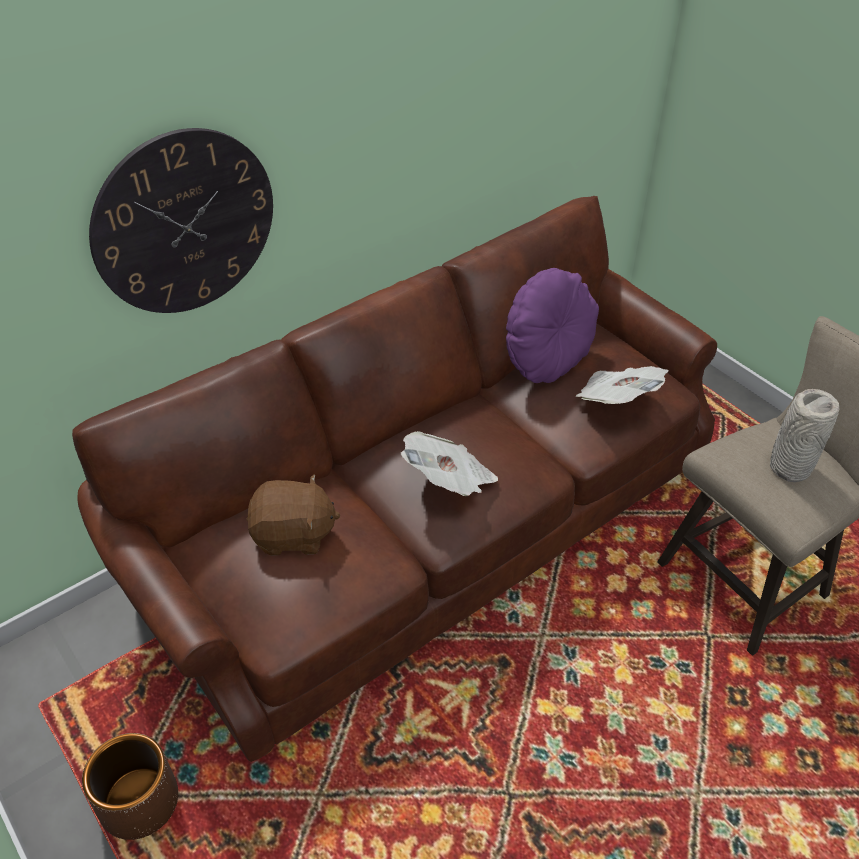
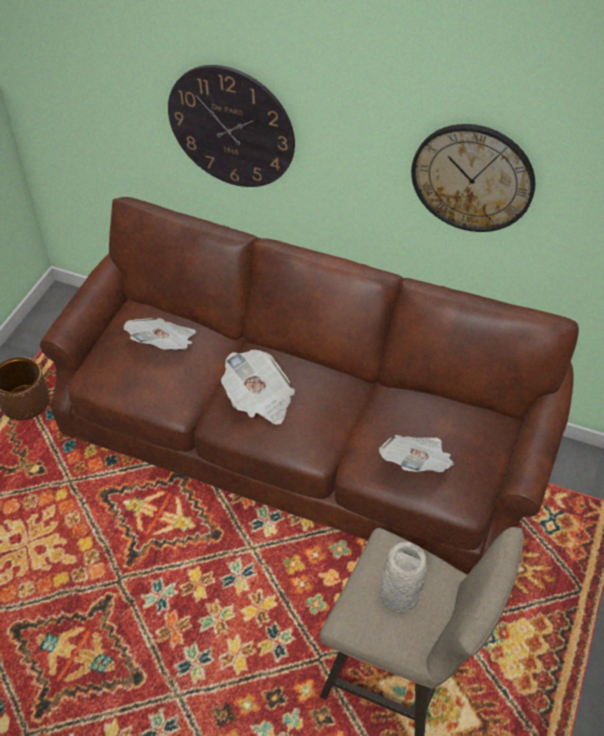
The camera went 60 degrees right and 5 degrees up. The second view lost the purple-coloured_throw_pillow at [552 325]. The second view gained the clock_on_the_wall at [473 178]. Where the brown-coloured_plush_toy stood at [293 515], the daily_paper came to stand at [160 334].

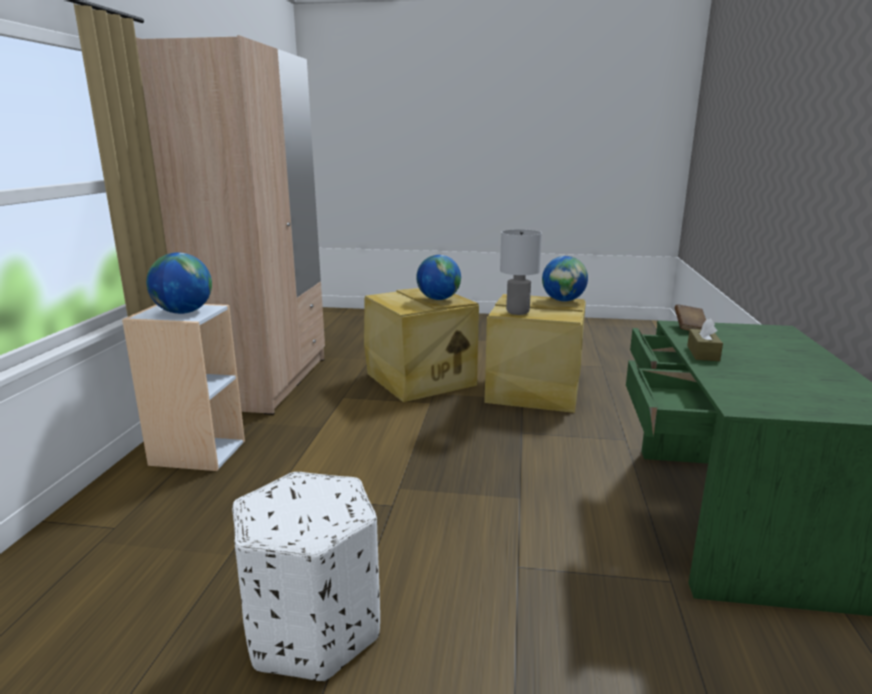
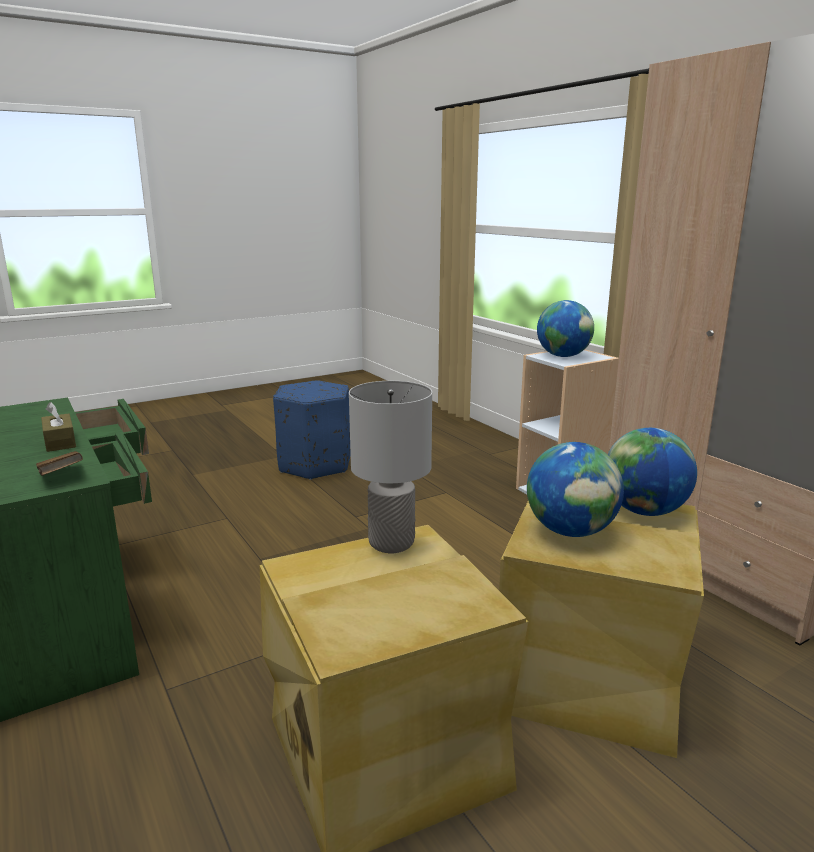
The camera went 140 degrees right and 0 degrees up. The world_globe ended up elsewhere, having gone from [565 278] to [652 472]. What was the whitish_footrest at [306 576] turned into the blue-coloured_footrest at [312 430].

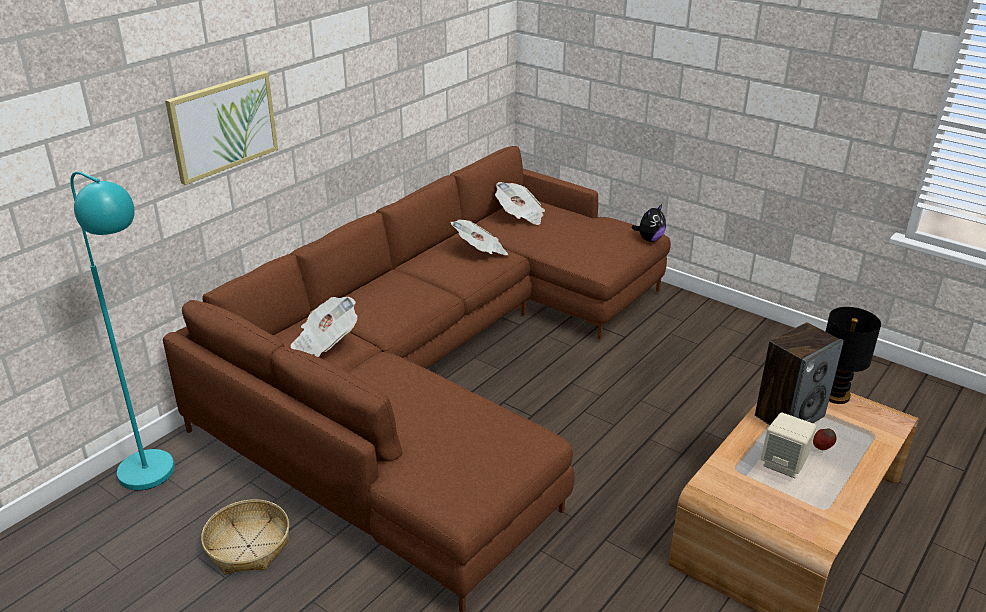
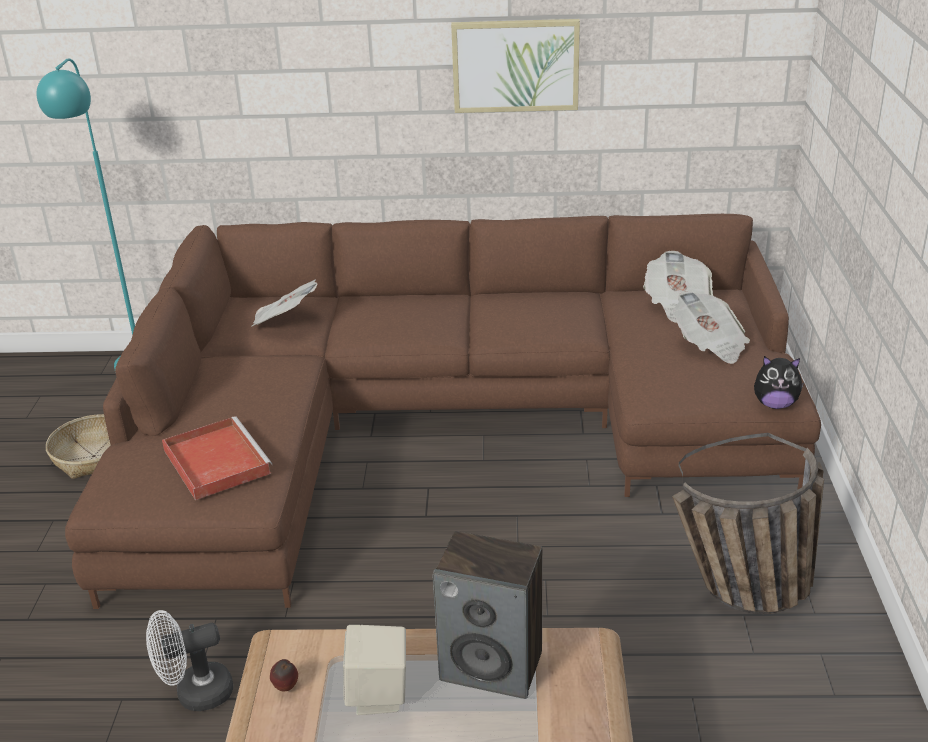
The camera went 55 degrees right and 0 degrees up. The second view lost the blackish_tabletop_lamp at [853 355]. The second view gained the whitish_cooling_fan at [189 660]. The second view gained the reddish_carrying_tray at [217 458]. The second view gained the basket at [748 523]. The picture ended up elsewhere, having gone from [221 128] to [515 66]. The daily_paper ended up elsewhere, having gone from [480 237] to [711 327]. The whole_apple ended up elsewhere, having gone from [824 439] to [284 675].

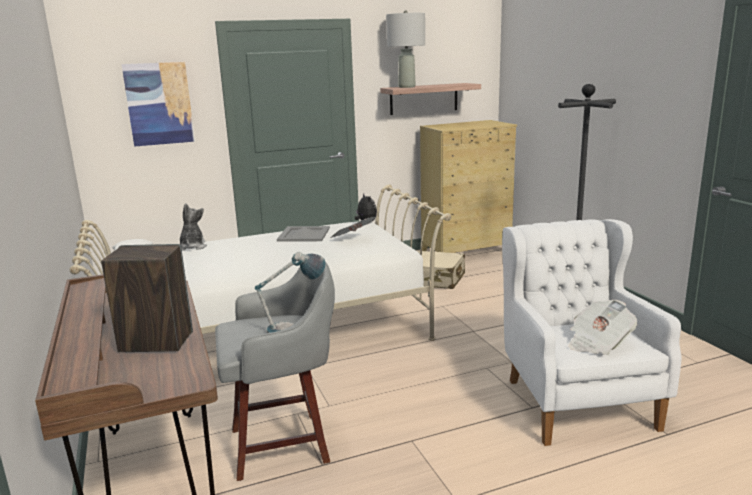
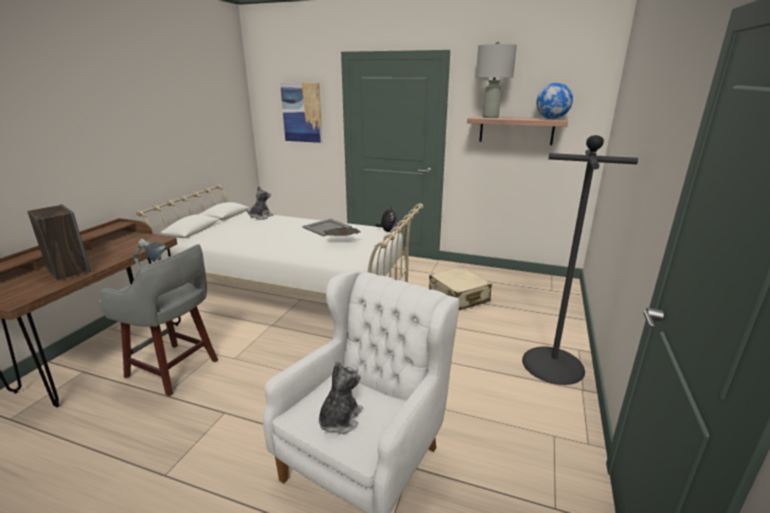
The camera went 40 degrees right and 5 degrees up. The second view lost the beige_chest_of_drawers at [468 186]. The second view gained the world_globe at [554 101]. Where the daily_paper stood at [602 327], the plush_toy came to stand at [341 397].

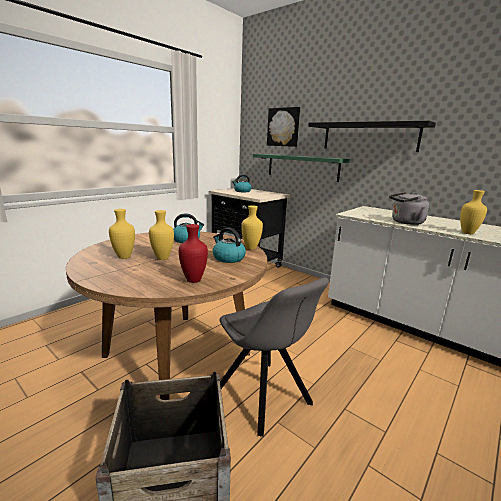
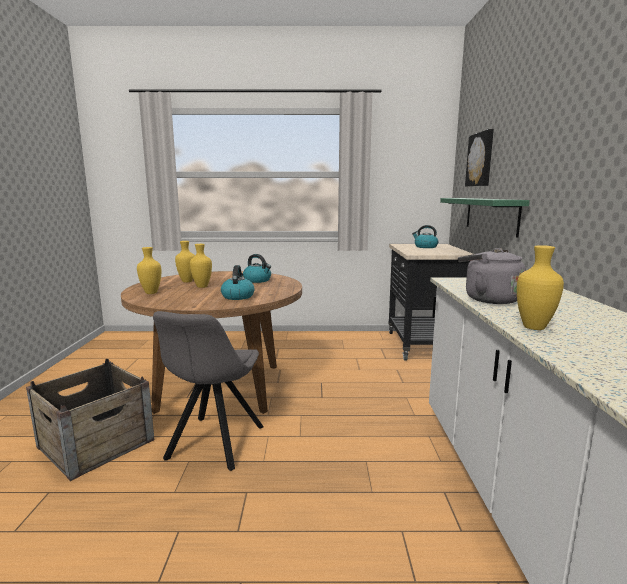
The camera went 50 degrees right and 5 degrees down. The second view lost the reddish_flower_vase at [193 253]. The second view lost the blackish_wall_shelf at [372 136]. The yellowish_flower_vase ended up elsewhere, having gone from [252 227] to [149 270].

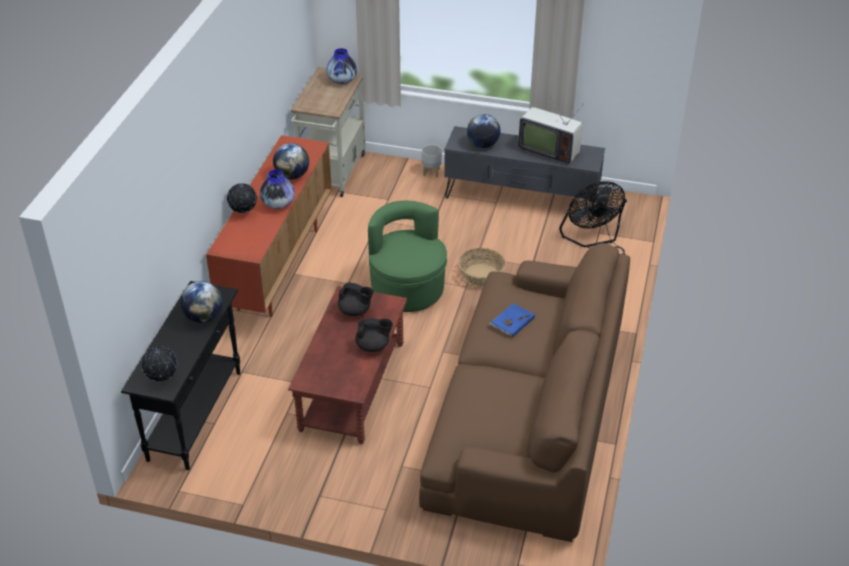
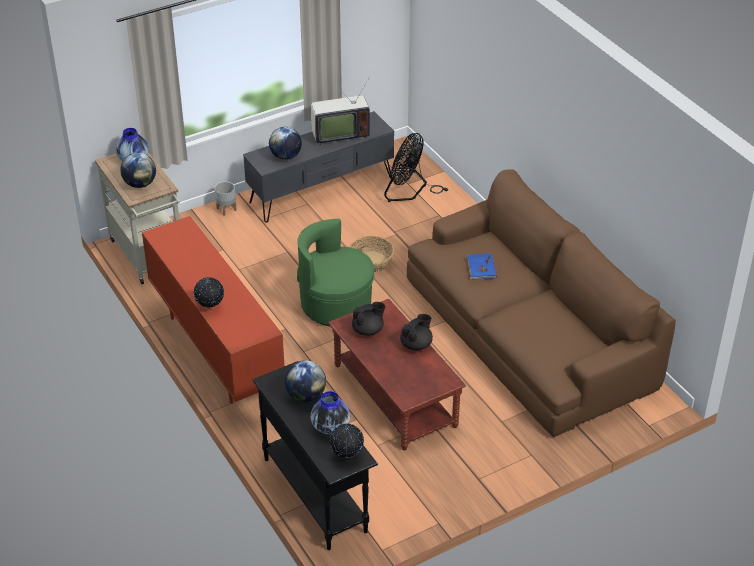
The camera went 45 degrees left and 0 degrees up. The flower_vase ended up elsewhere, having gone from [277 189] to [330 412]. The world_globe ended up elsewhere, having gone from [291 161] to [138 170].

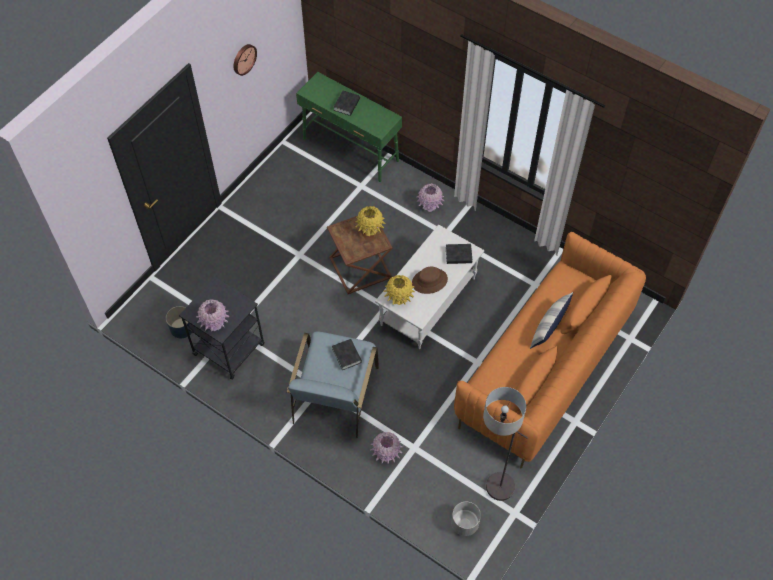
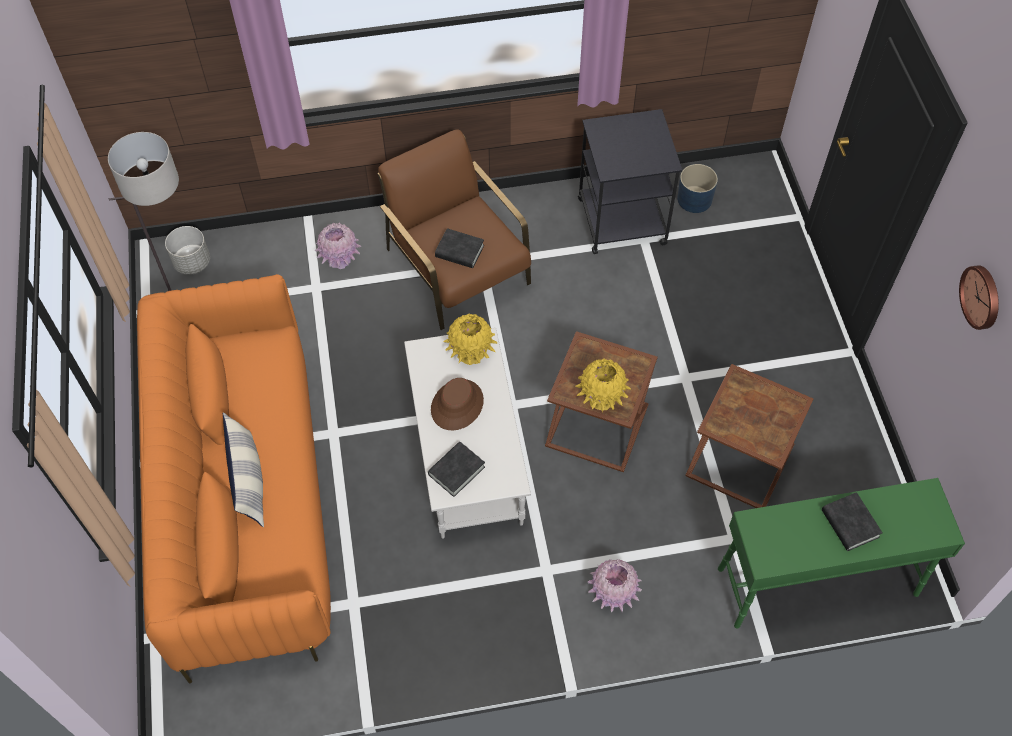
The camera went 135 degrees right and 0 degrees up. The second view lost the pink-coloured_flower_vase at [213 315]. The second view gained the brown-coloured_accent_table at [749 436]. What was the blue-coloured_lounge_chair at [333 384] turned into the brown-coloured_lounge_chair at [454 230].

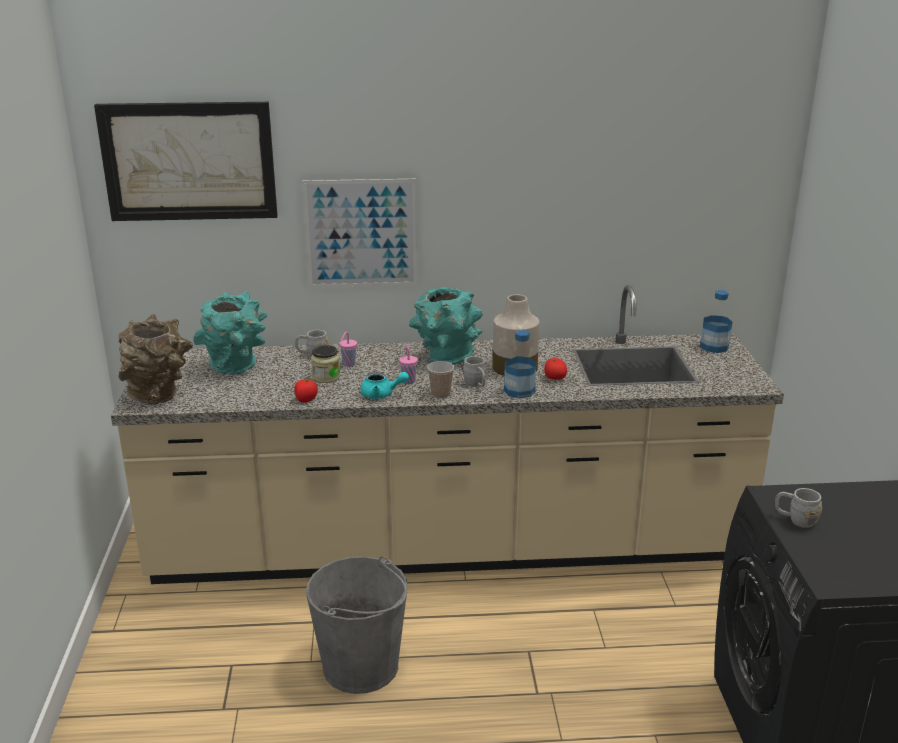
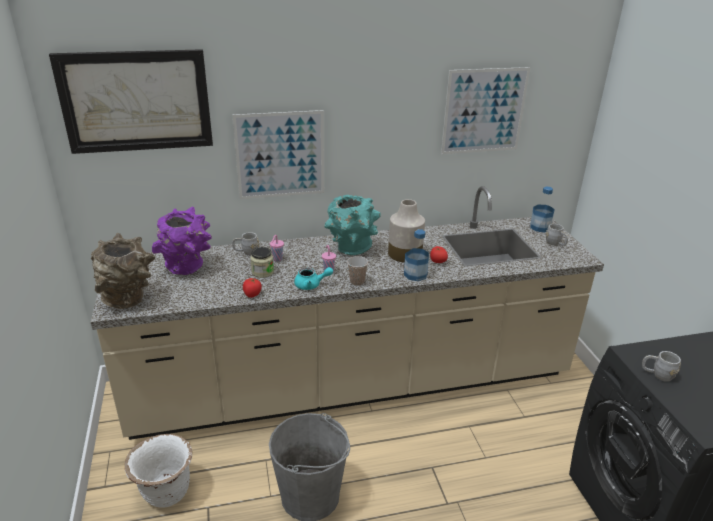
The camera went 10 degrees left and 5 degrees up. The second view gained the whitish_planter at [158 471]. The second view gained the picture at [485 110]. The gray_mug ended up elsewhere, having gone from [474 371] to [557 235]. What was the blue-green_flower_vase at [230 333] turned into the purple-coloured_flower_vase at [182 241].

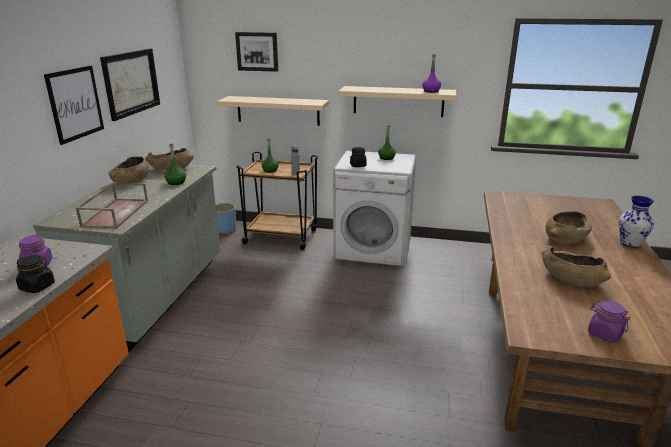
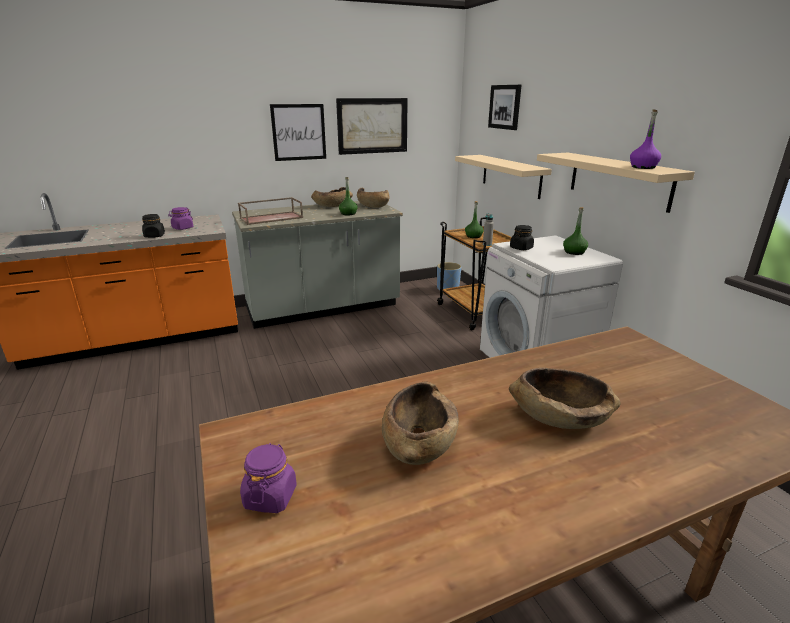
The camera went 55 degrees right and 0 degrees up. The second view lost the flower_vase at [636 222].

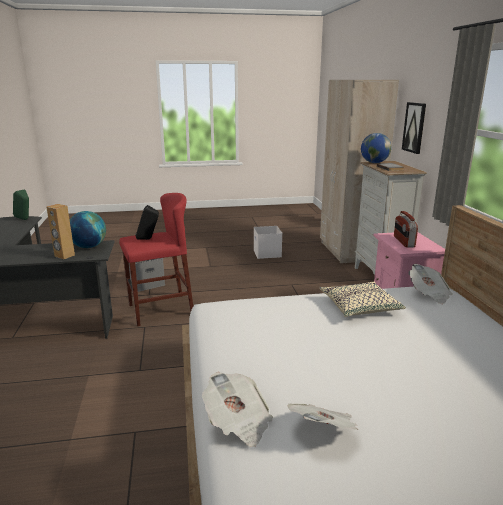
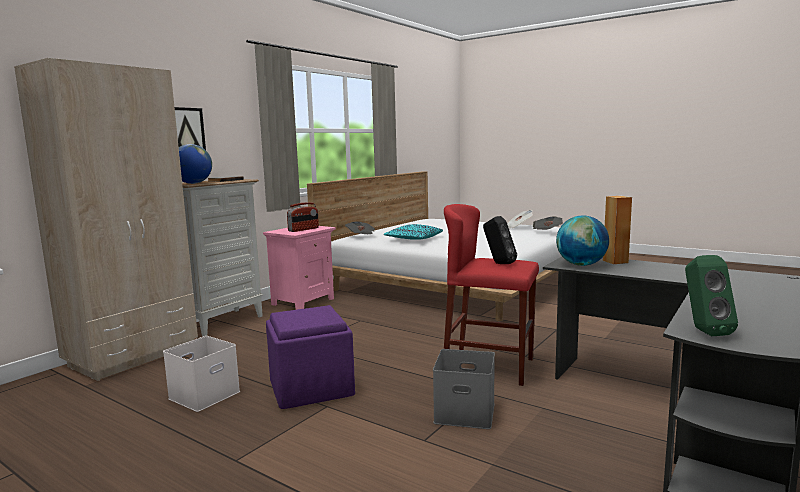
The camera went 135 degrees left and 10 degrees down. The second view gained the purple-coloured_footrest at [310 357]. What was the beige_throw_pillow at [363 299] turned into the blue-green_throw_pillow at [413 232].

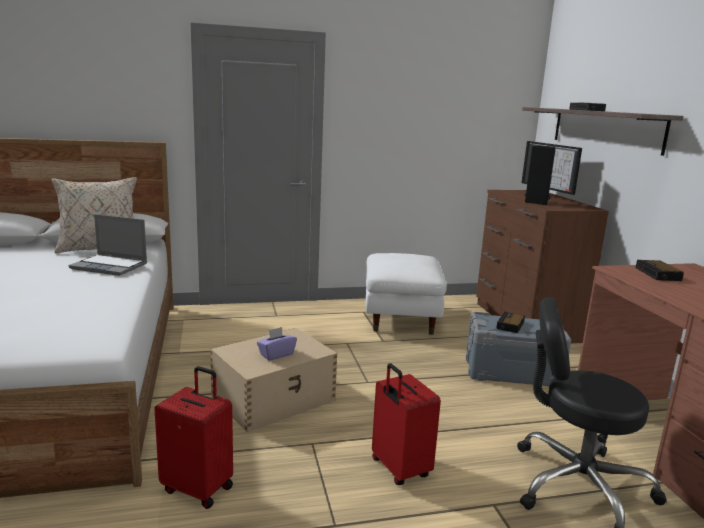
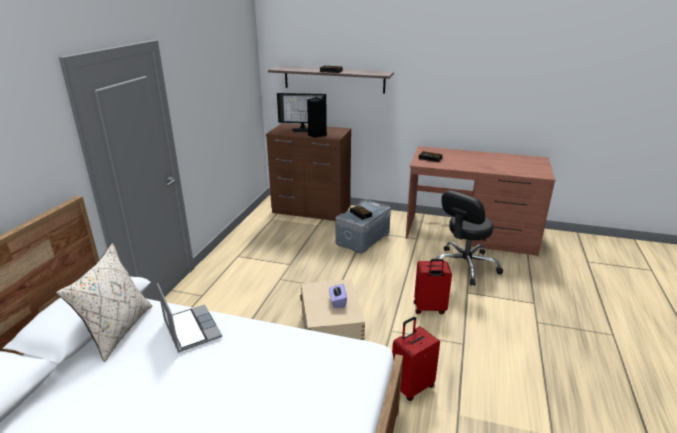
The camera went 60 degrees left and 10 degrees up. The second view lost the whitish_footrest at [406 294]. The notebook_computer at [108 245] ended up facing another way, 75 degrees counterclockwise from before.

